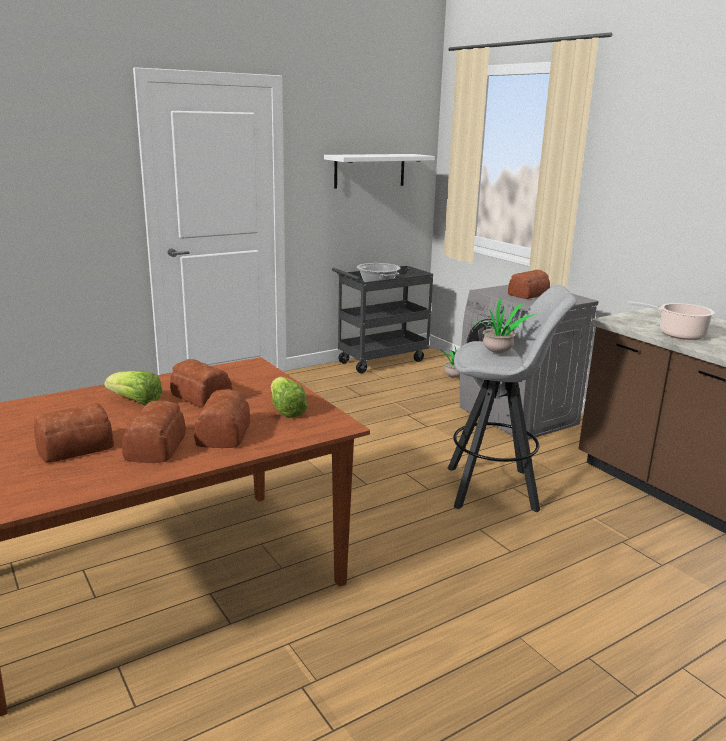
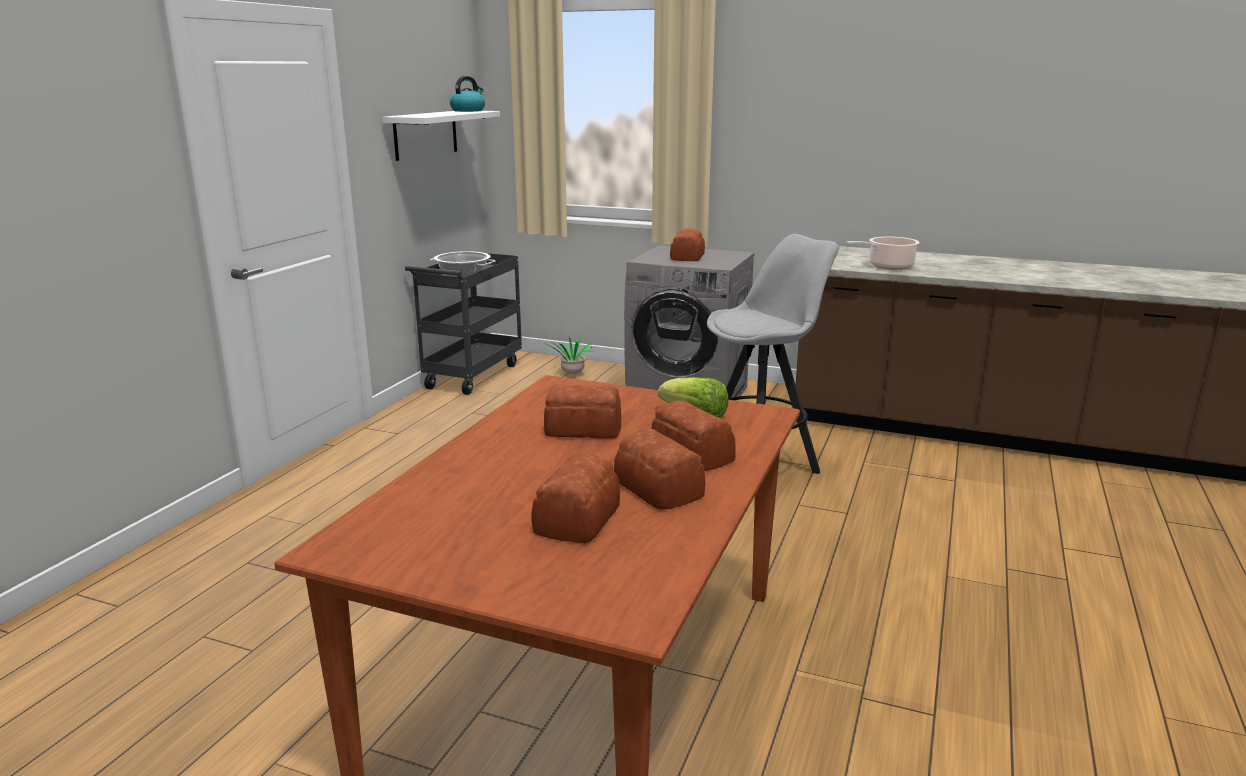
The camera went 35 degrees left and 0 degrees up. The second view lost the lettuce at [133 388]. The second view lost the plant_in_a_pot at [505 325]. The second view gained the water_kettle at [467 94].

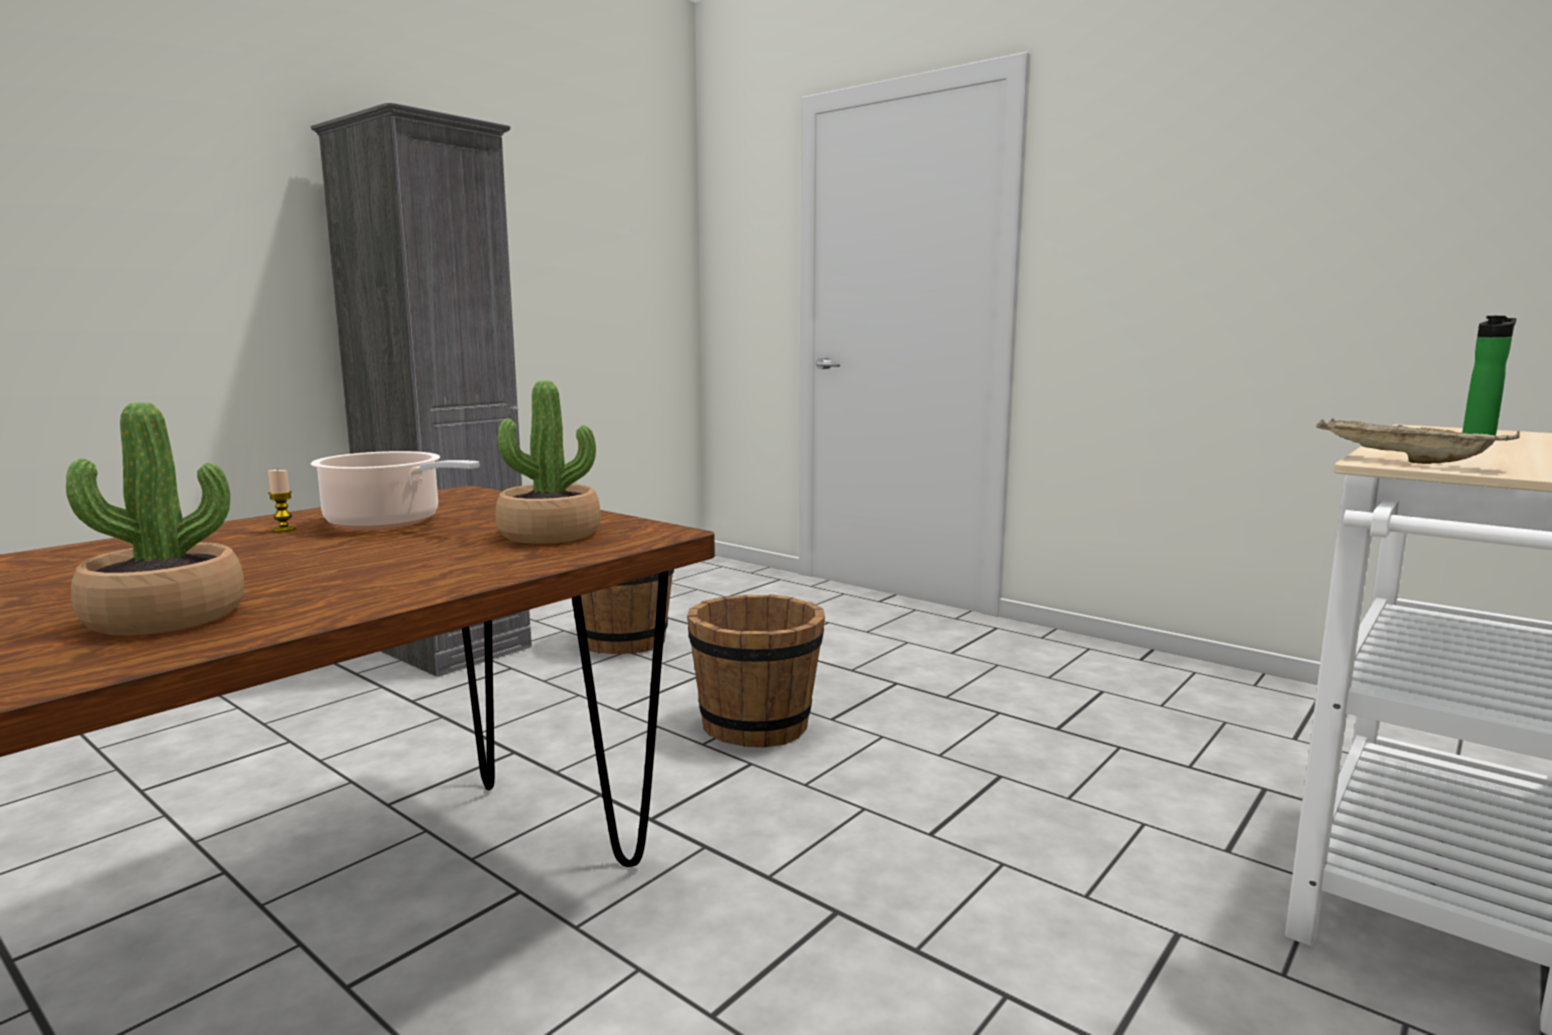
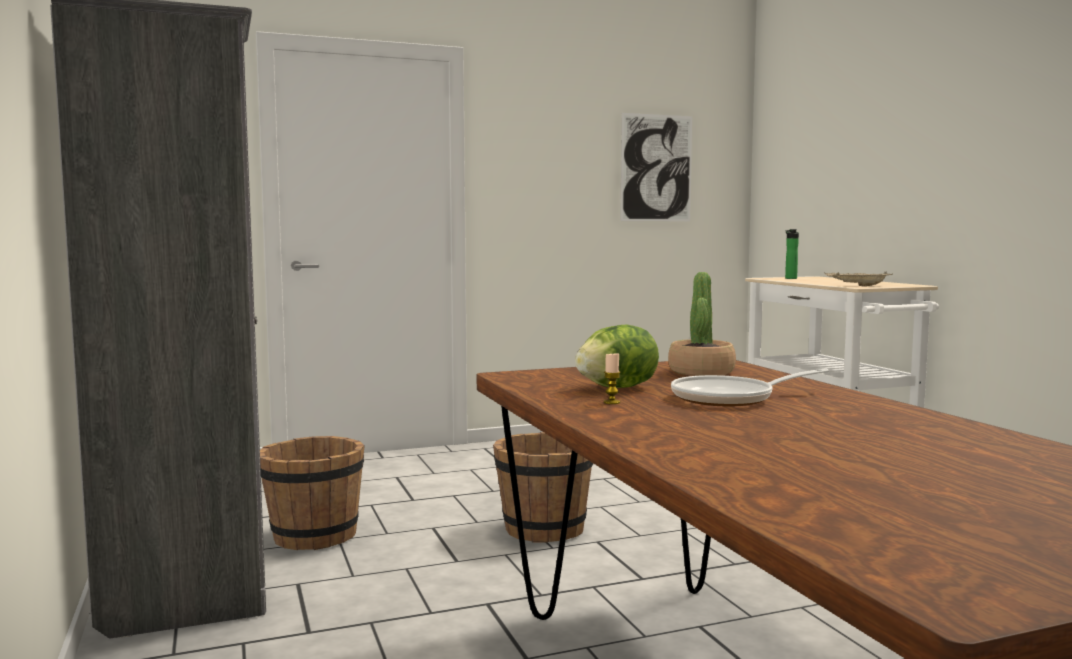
The camera went 60 degrees left and 5 degrees down. The second view lost the plant_in_a_pot at [155 519]. The second view gained the picture at [656 167]. The second view gained the frying_pan at [750 387]. Where the saucepot stood at [395 490], the lettuce came to stand at [617 356].

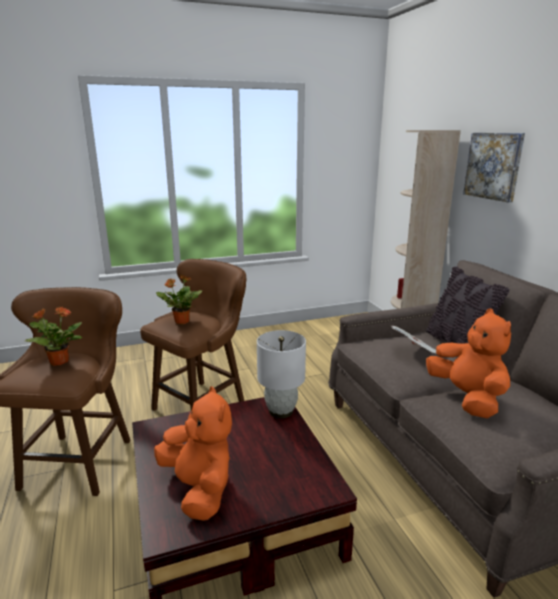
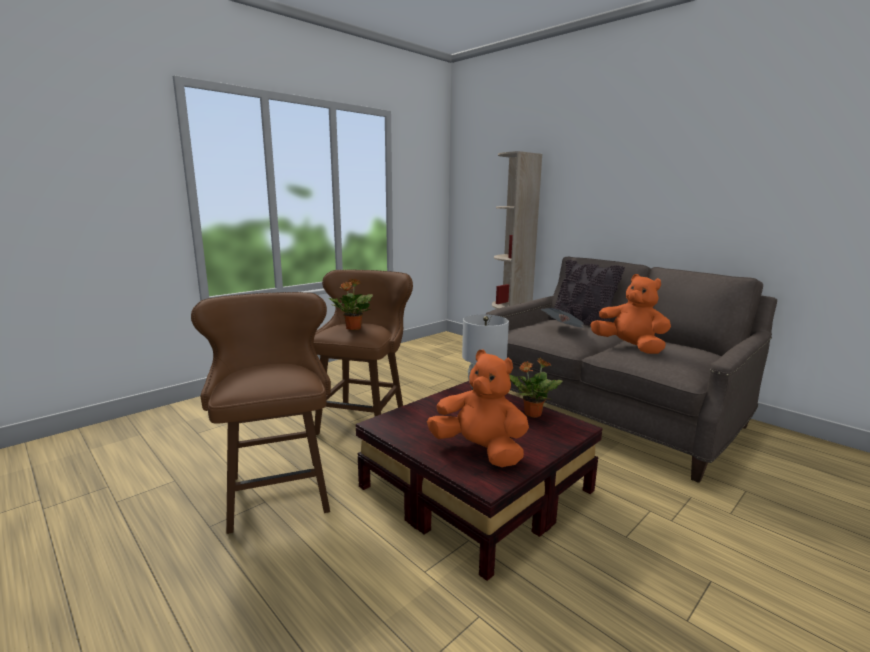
The camera went 25 degrees left and 5 degrees down. The second view lost the picture at [494 167]. The plant_in_a_pot ended up elsewhere, having gone from [53 336] to [536 388].

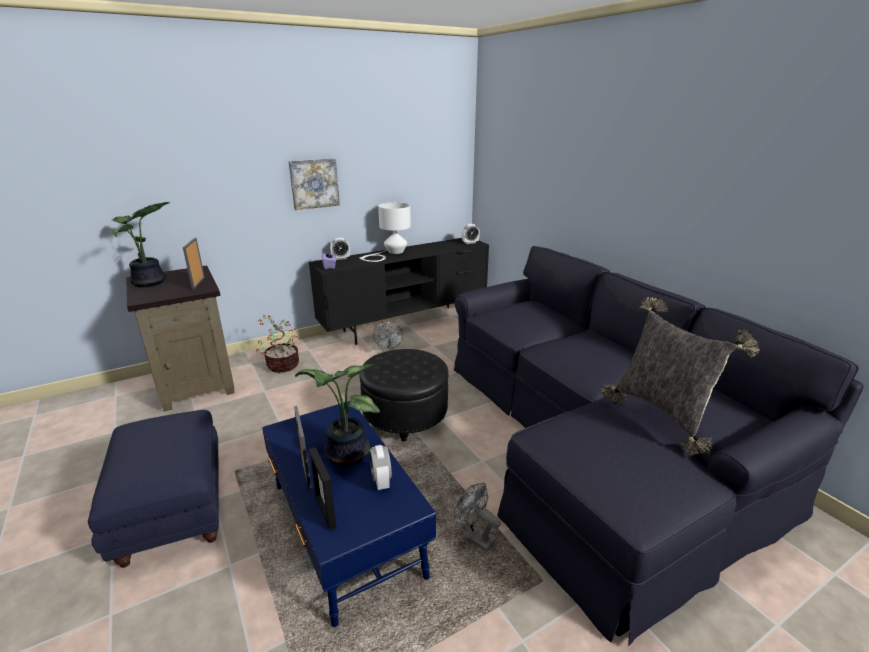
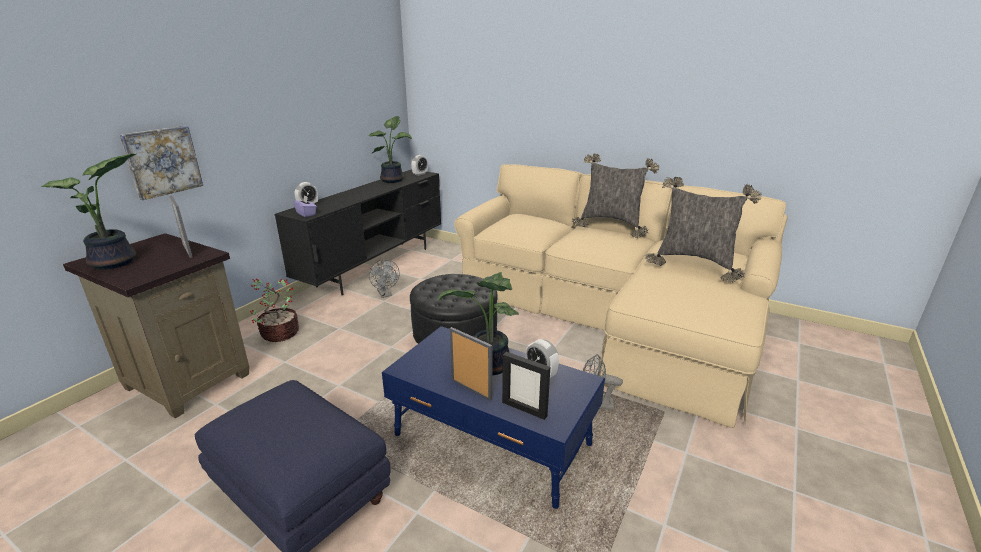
The camera went 30 degrees left and 0 degrees up. The second view lost the whitish_tabletop_lamp at [385 232]. The second view gained the plant_in_a_pot at [390 149]. The second view gained the throw_pillow at [615 196]. The picture ended up elsewhere, having gone from [314 184] to [161 163]. What was the blackish_sofa at [658 446] turned into the beige_sofa at [621 296].

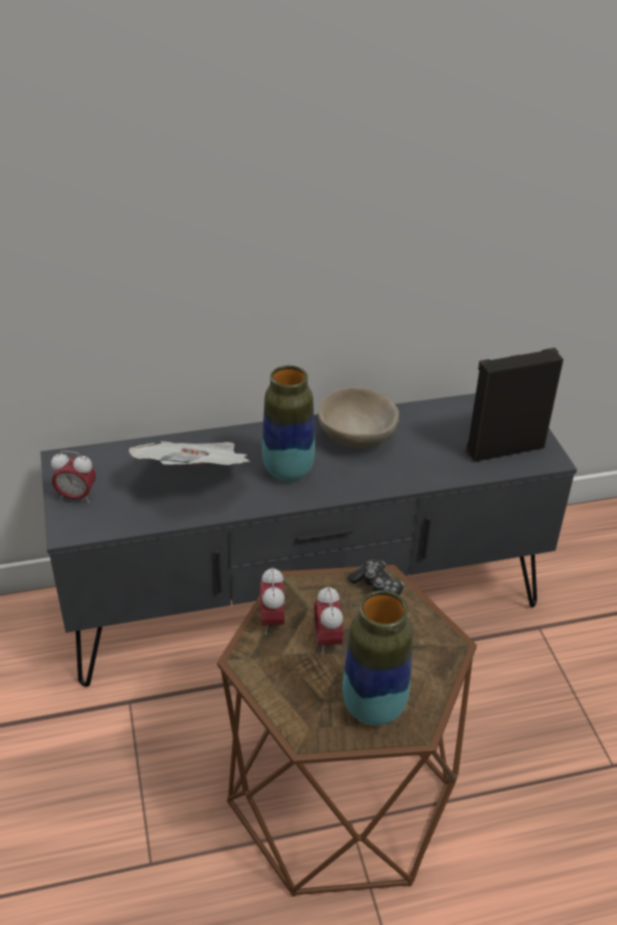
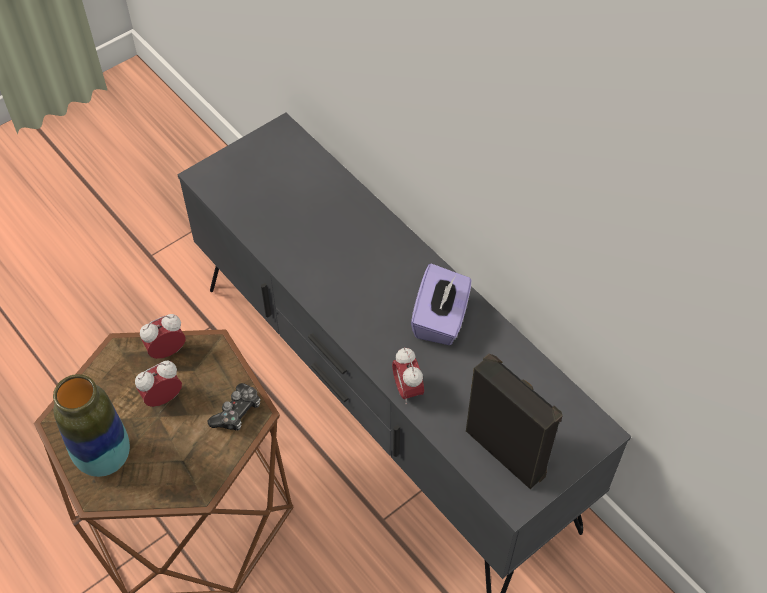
The camera went 65 degrees right and 15 degrees up. The second view lost the daily_paper at [189 453]. The second view lost the flower_vase at [288 423]. The alarm_clock ended up elsewhere, having gone from [73 477] to [408 376]. Where the beige_bowl stood at [358 417], the purple-coloured_tissue_holder came to stand at [441 304].

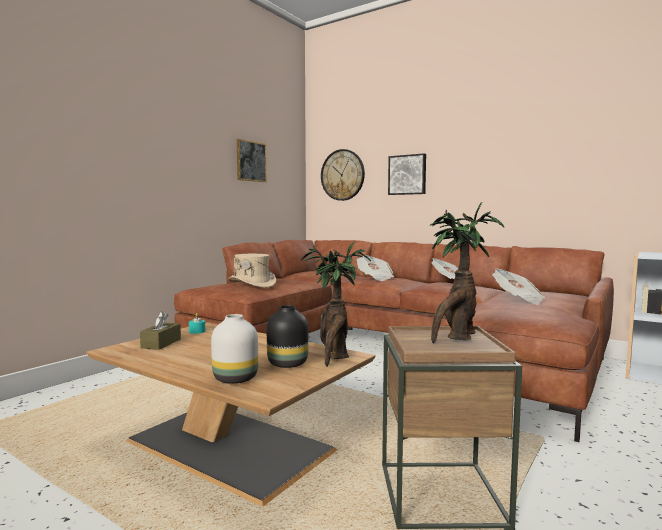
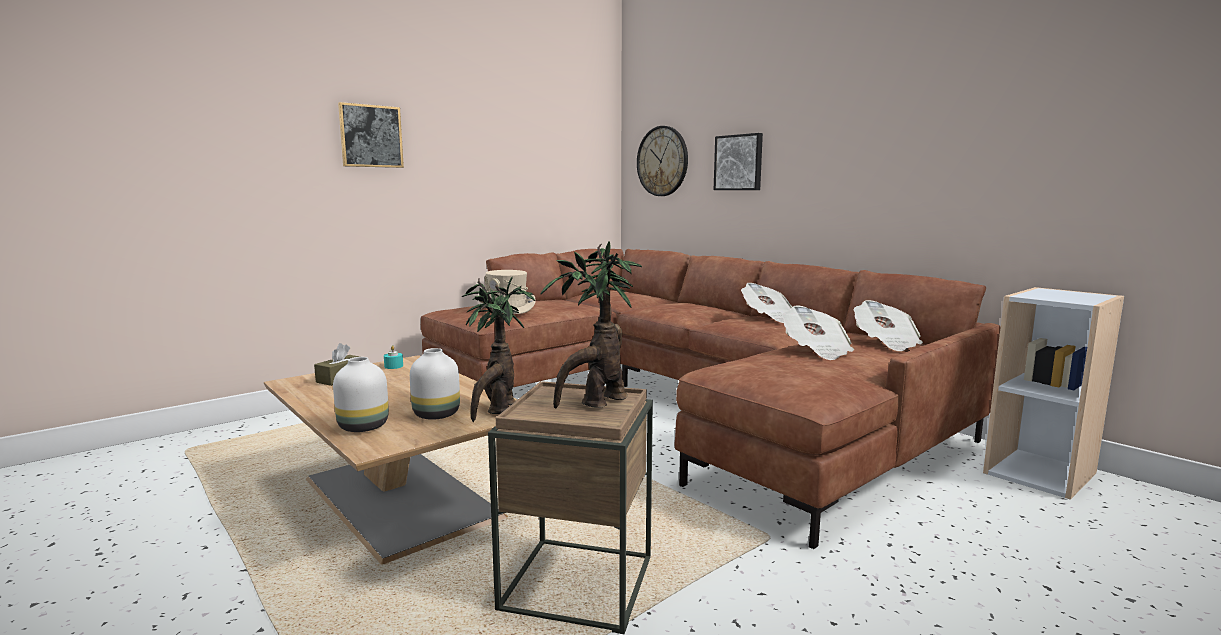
The camera went 15 degrees right and 5 degrees up. The picture ended up elsewhere, having gone from [252 160] to [371 135]. The daily_paper ended up elsewhere, having gone from [376 268] to [888 325]. What was the blackish_flower_vase at [287 336] turned into the whitish_flower_vase at [435 384].

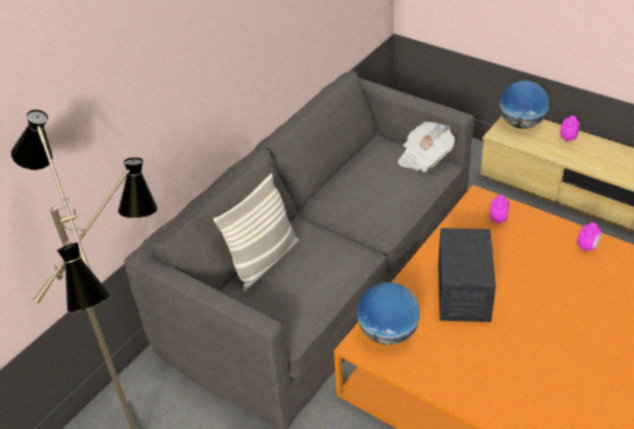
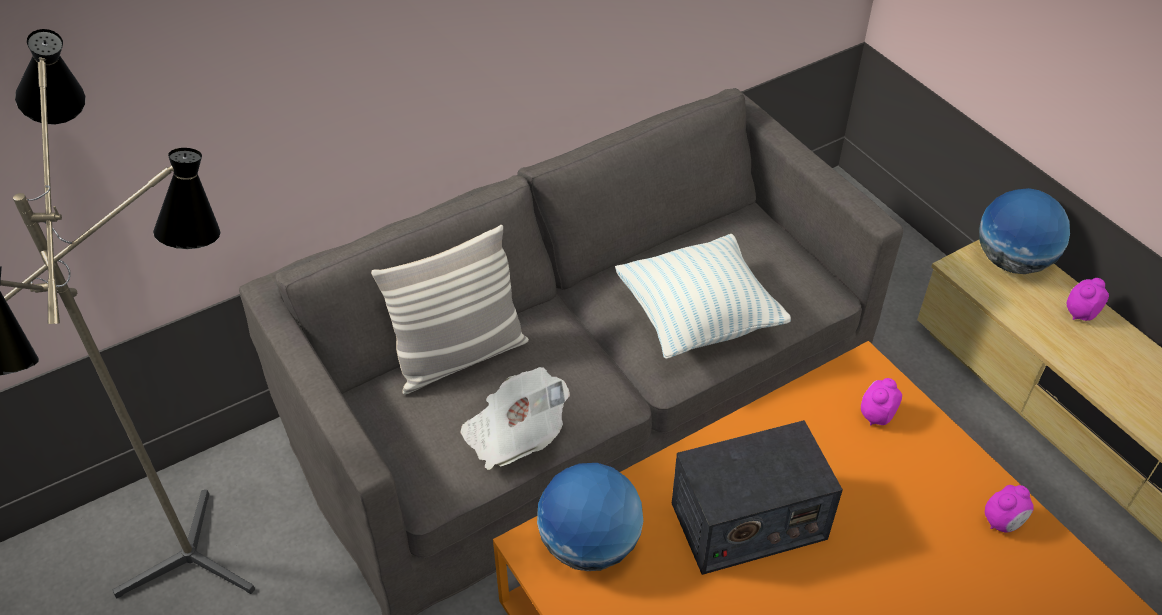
The camera went 20 degrees right and 5 degrees up. The second view gained the throw_pillow at [703 296]. The daily_paper ended up elsewhere, having gone from [426 147] to [515 418]. The radio_receiver at [467 275] ended up facing another way, 45 degrees clockwise from before.

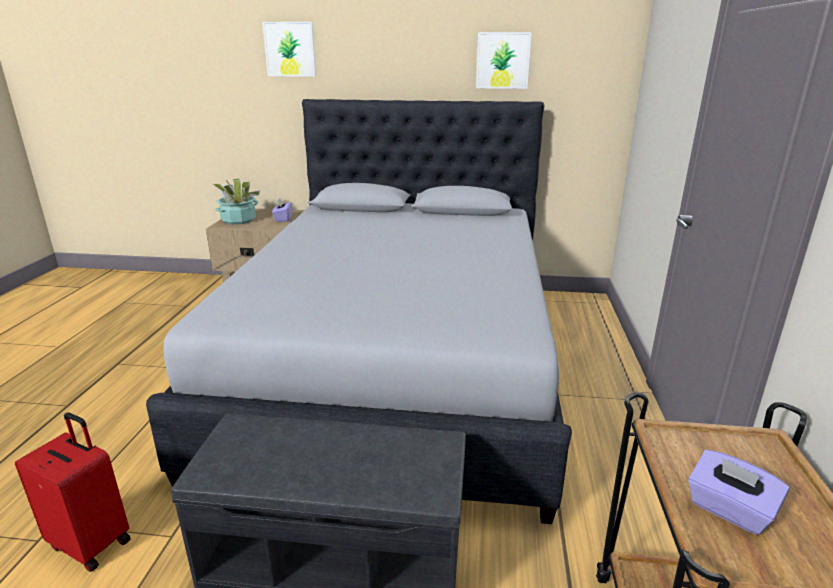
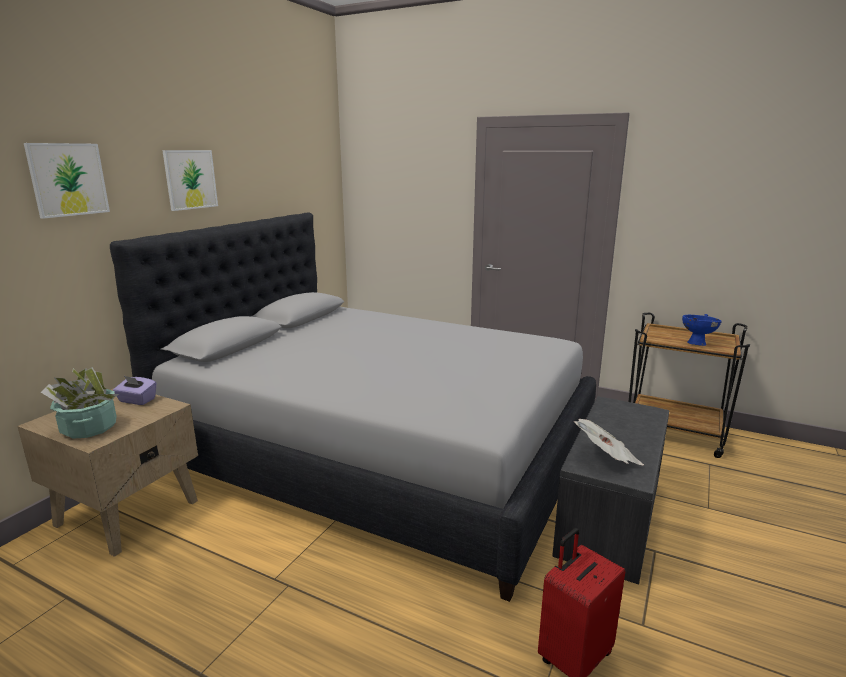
The camera went 70 degrees left and 5 degrees down. The second view gained the daily_paper at [609 442]. The picture ended up elsewhere, having gone from [504 60] to [190 180]. Where the purple-coloured_tissue_holder stood at [738 492], the blue-coloured_bowl came to stand at [702 330].

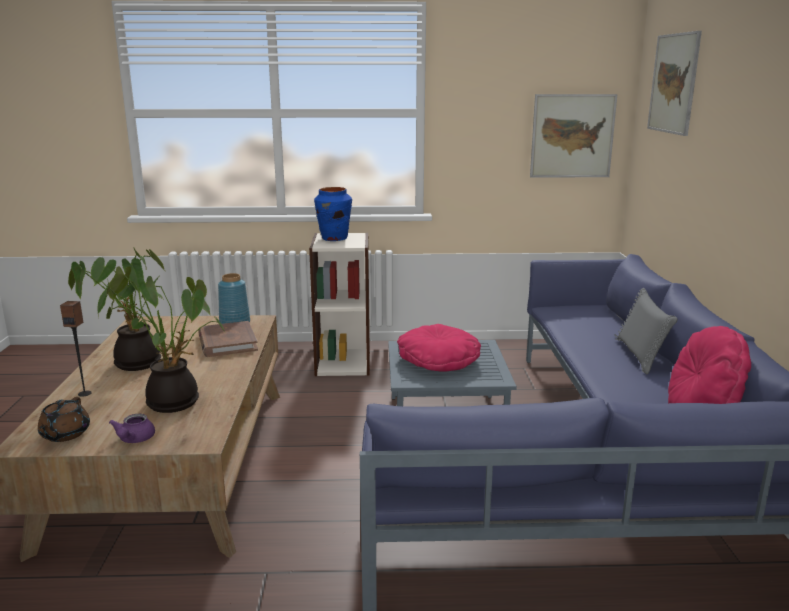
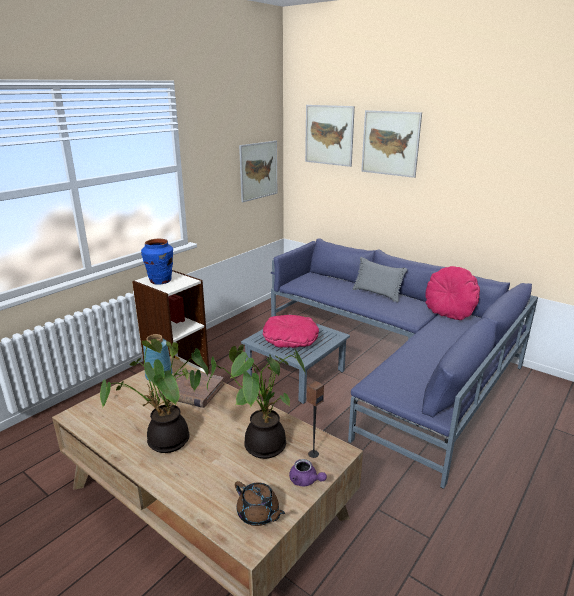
The camera went 50 degrees left and 5 degrees up. The second view gained the picture at [391 144]. The speaker ended up elsewhere, having gone from [76 349] to [315 419].

